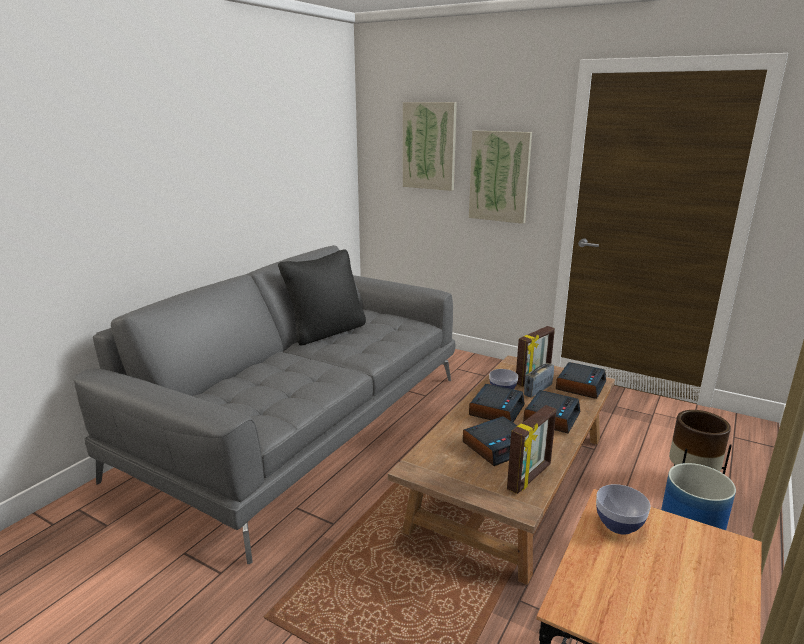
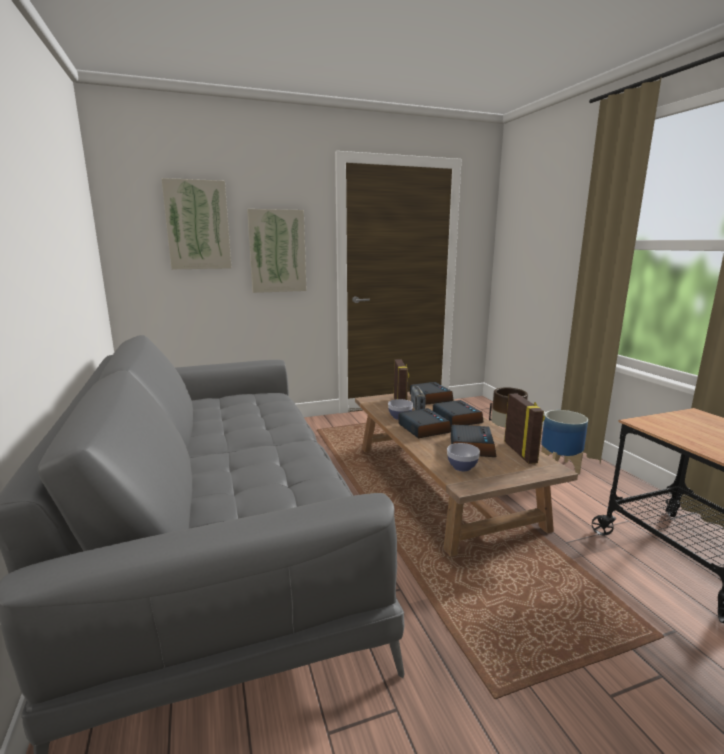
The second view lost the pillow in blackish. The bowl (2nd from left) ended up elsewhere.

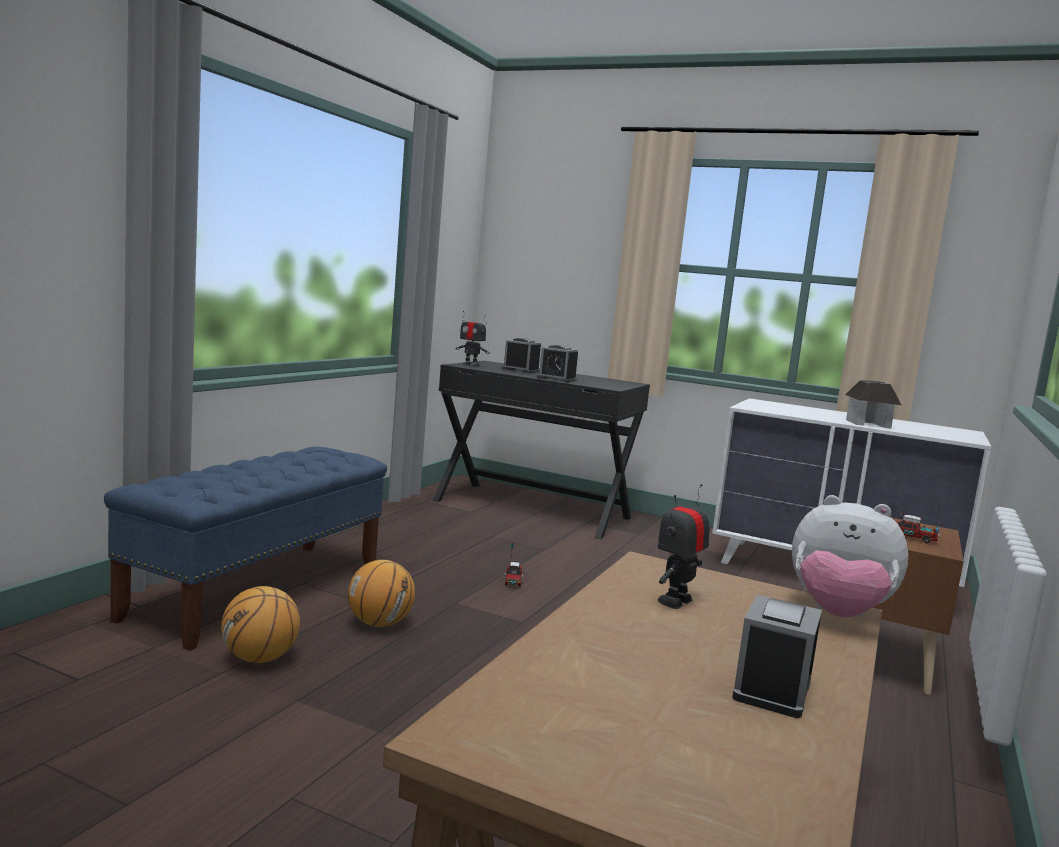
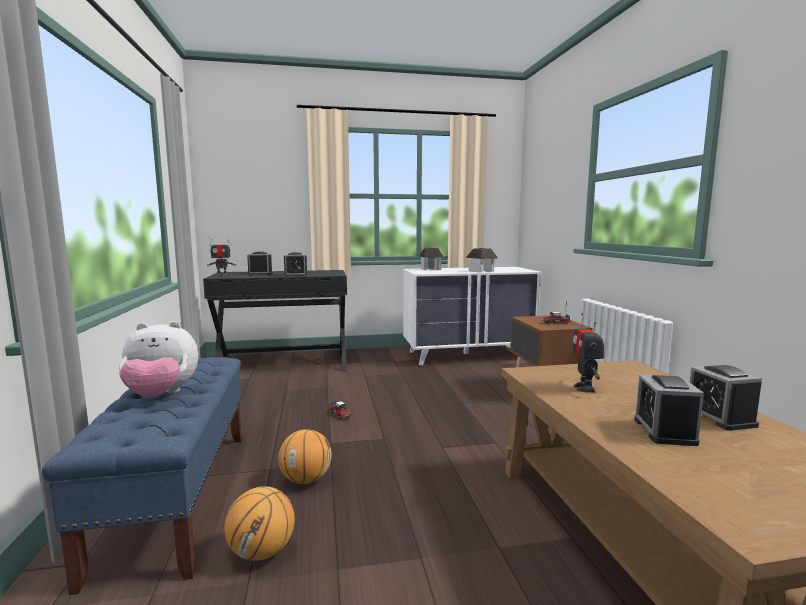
The plush toy ended up elsewhere. The second view gained the model house (1st from left). The second view gained the alarm clock (3rd from left).

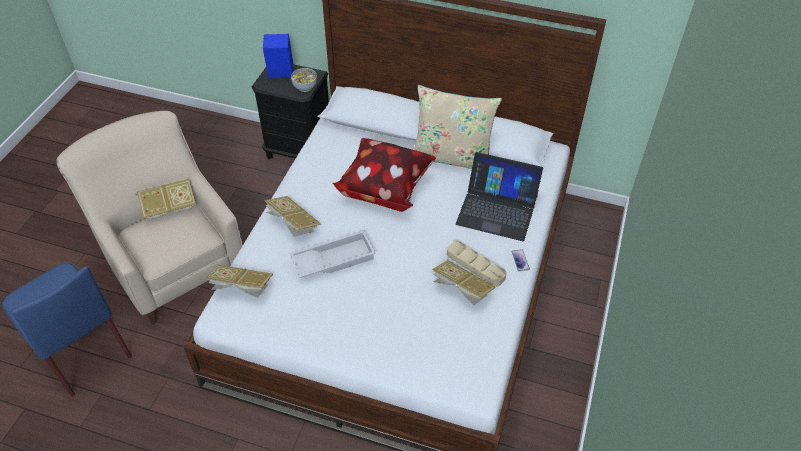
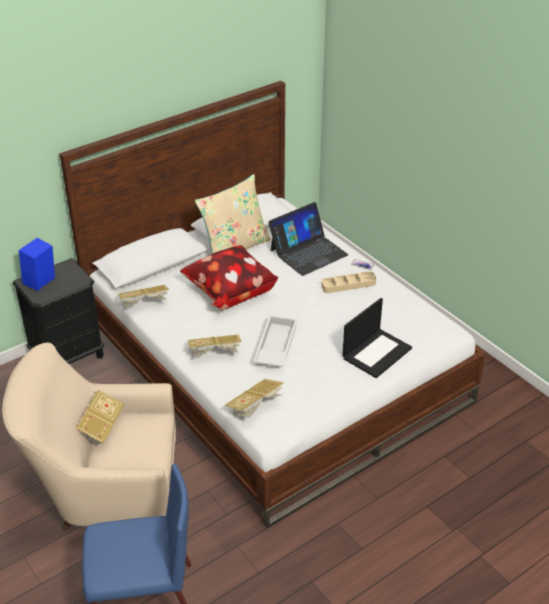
The second view lost the bowl. The bound book (4th from left in the first image) ended up elsewhere. The second view gained the portable computer (2nd from left).

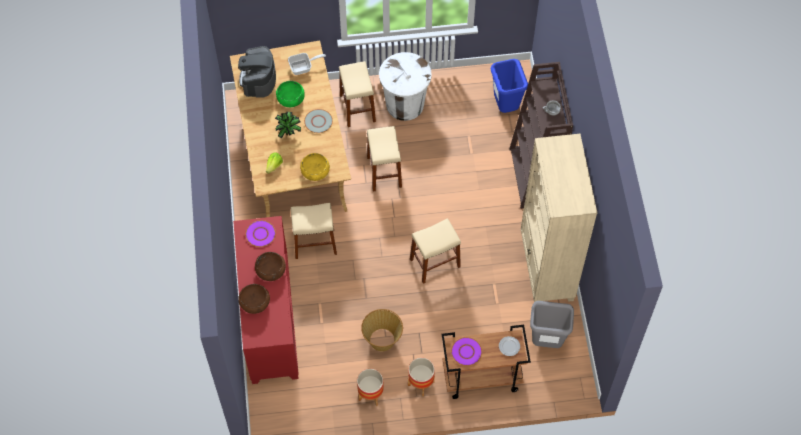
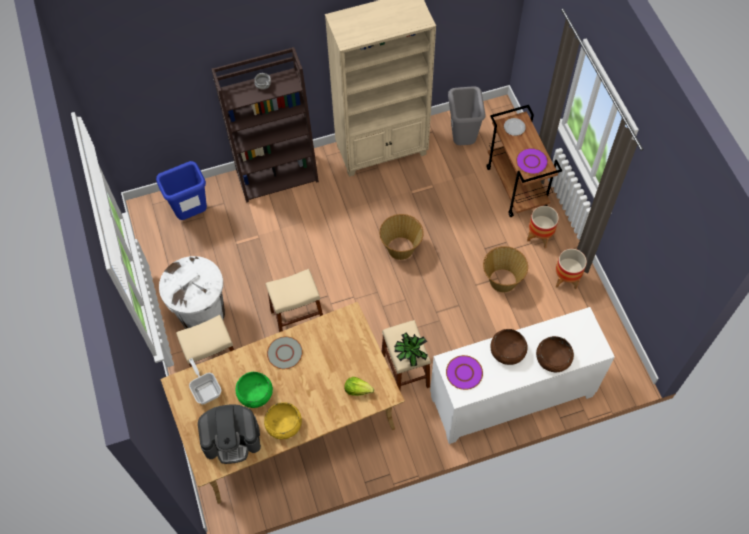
What was the cabinet in red turned into the cabinet in whitish. The plant in a pot ended up elsewhere. The bowl in yellow-coloured ended up elsewhere. Where the stool in sand-coloured (4th from left) stood, the household basket (1st from left) came to stand.

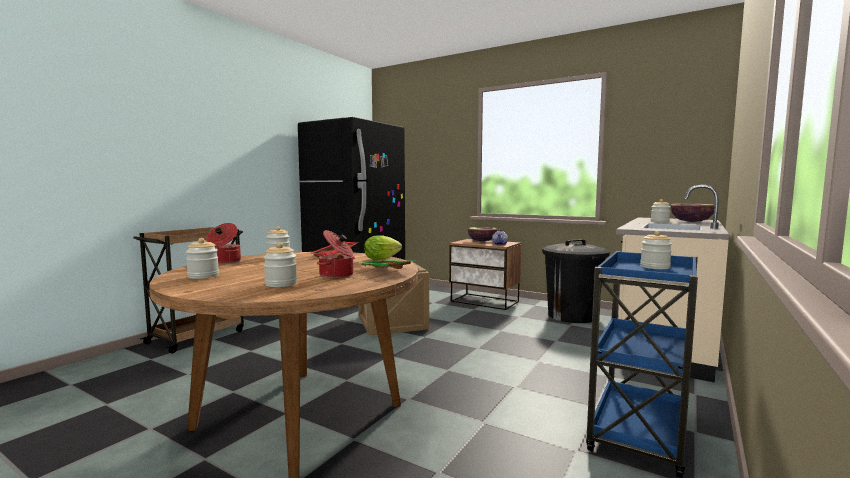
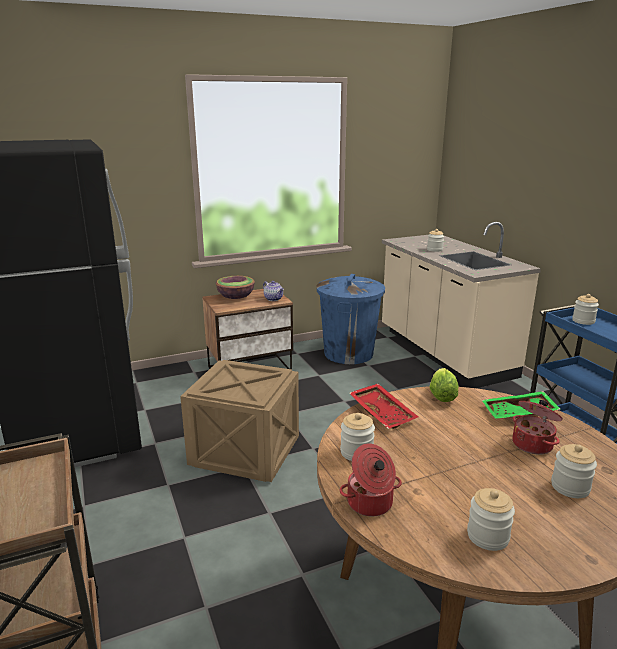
What was the trash can in blackish turned into the trash can in blue. The second view lost the bowl (2nd from left).

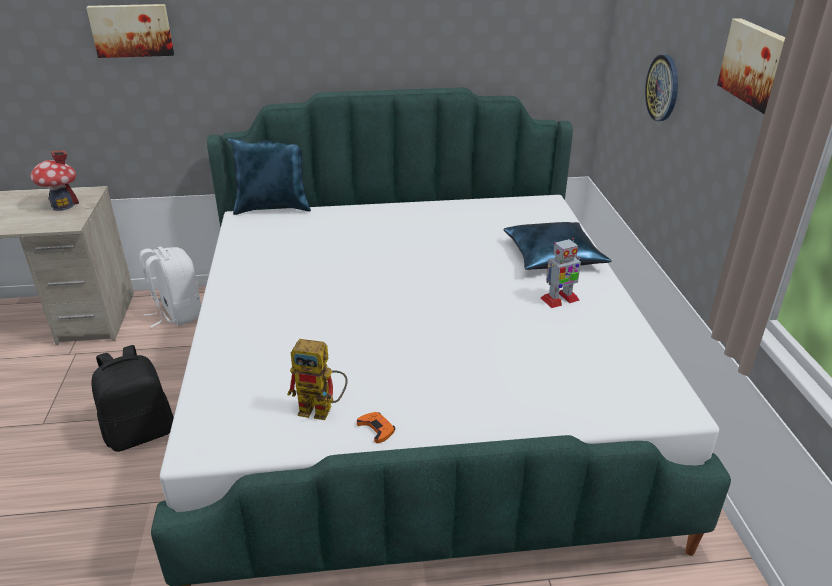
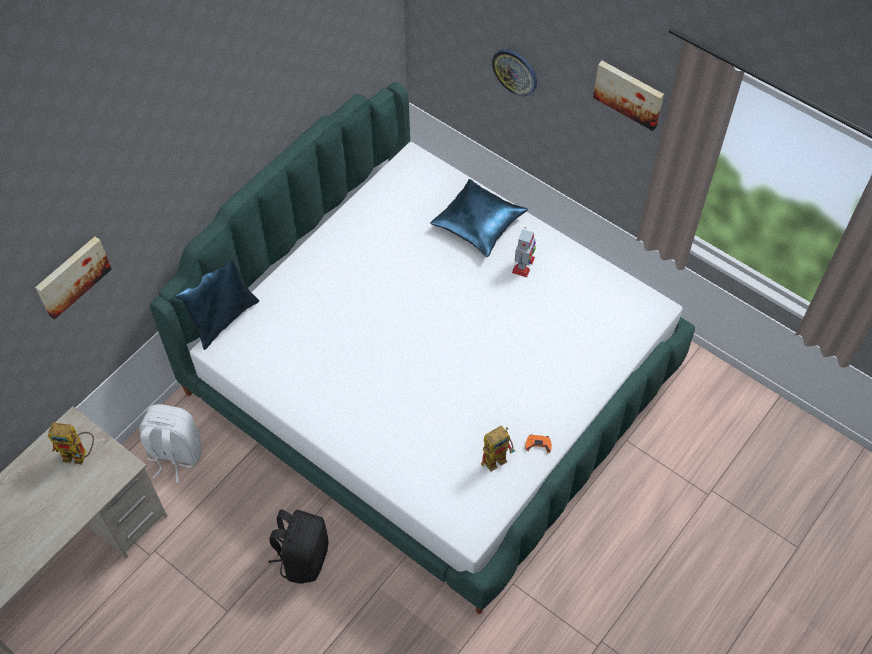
Where the model house stood, the model robot (1st from left) came to stand.

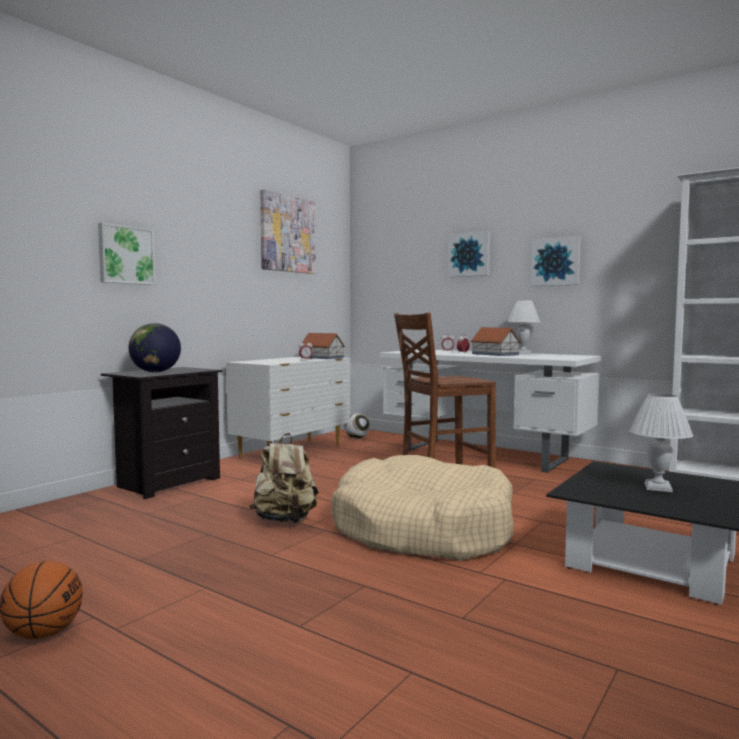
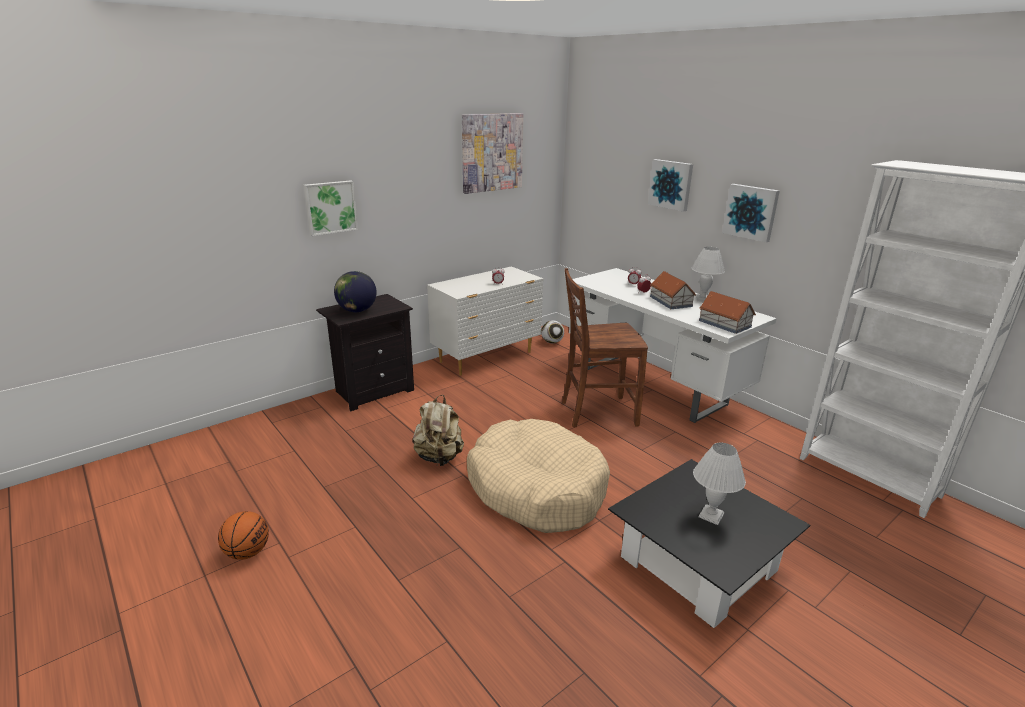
The model house (1st from left in the first image) ended up elsewhere.

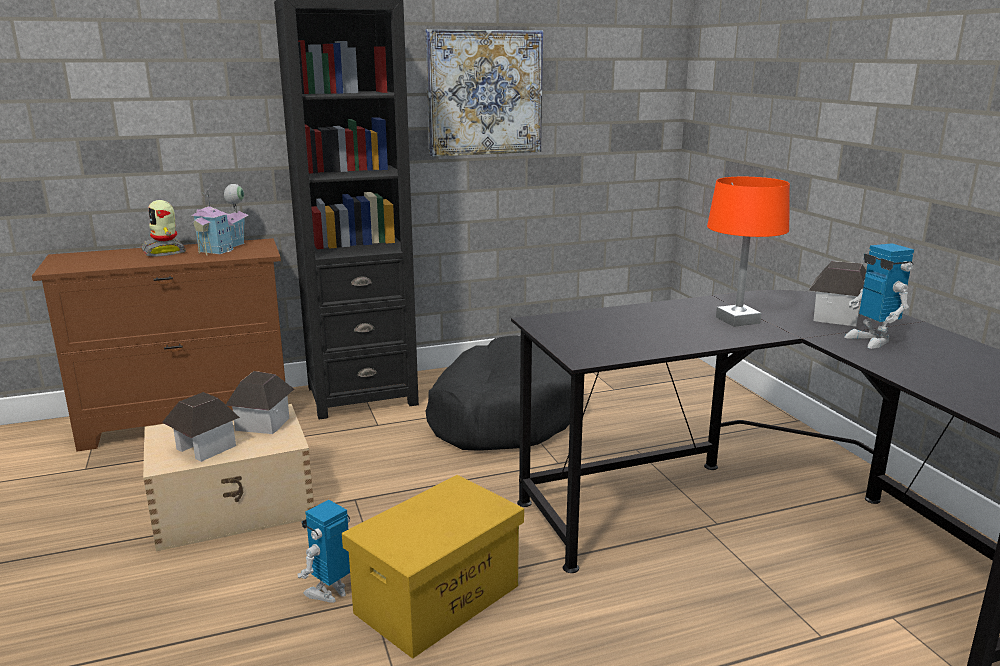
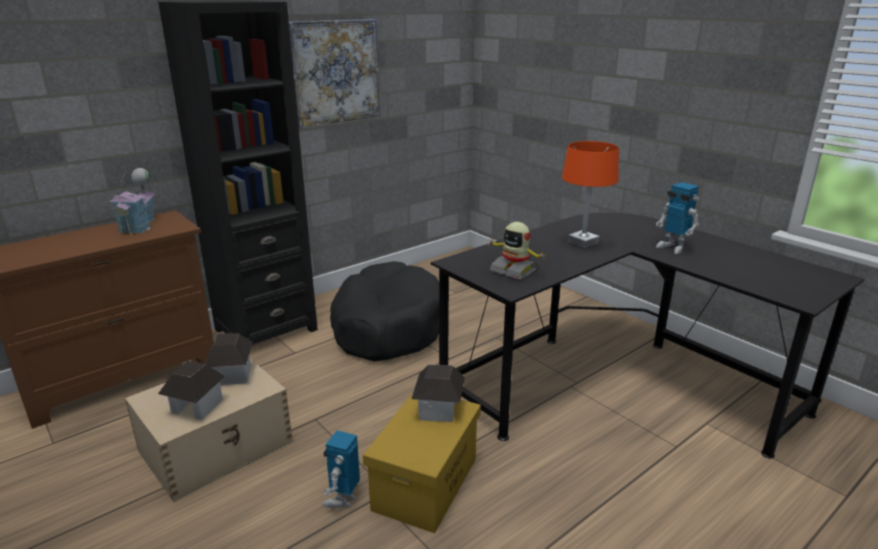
The model robot (1st from left in the first image) ended up elsewhere. The model house (4th from left) ended up elsewhere.

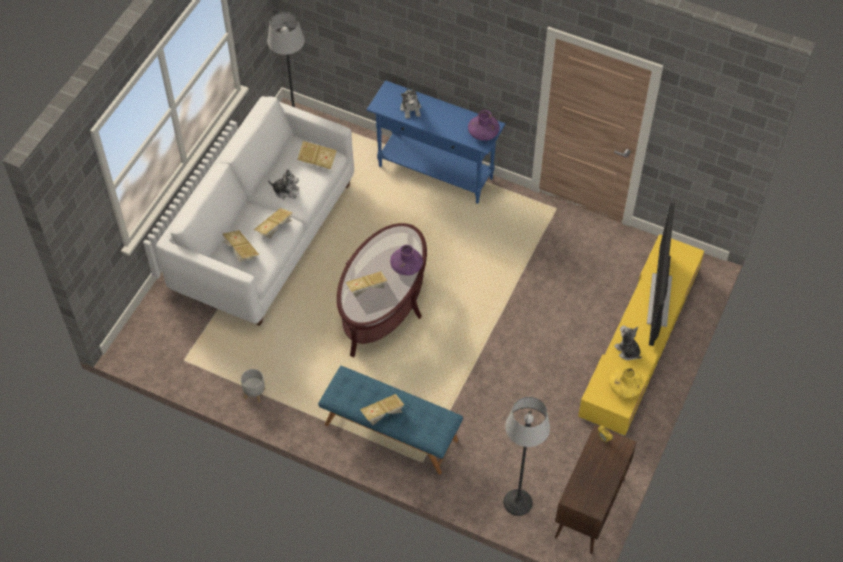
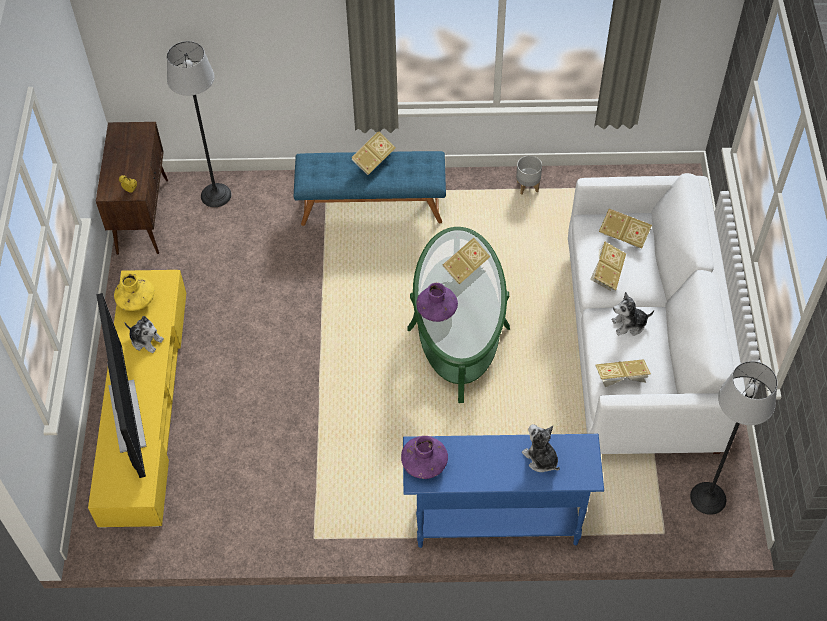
What was the lounge table in brown turned into the lounge table in green.

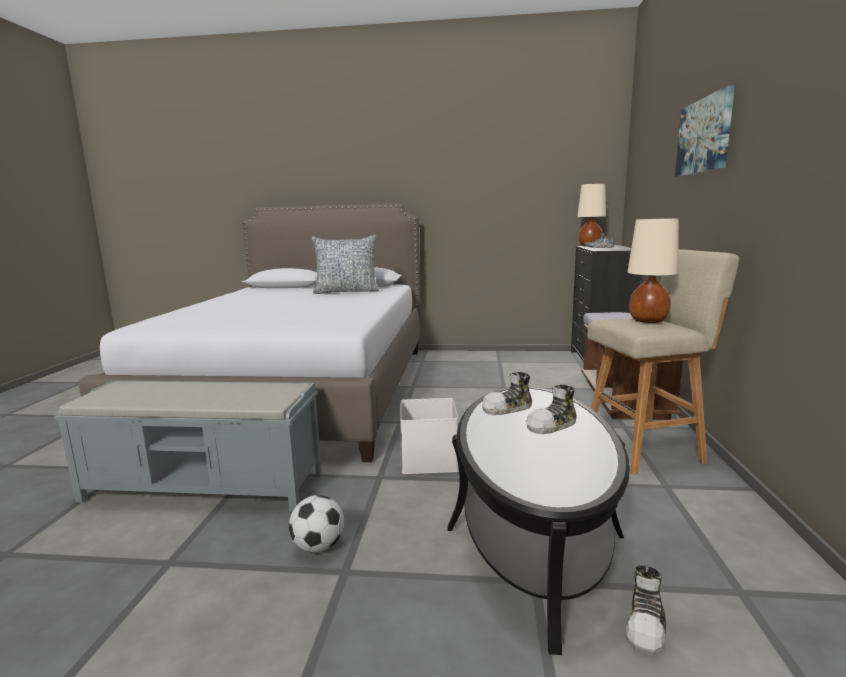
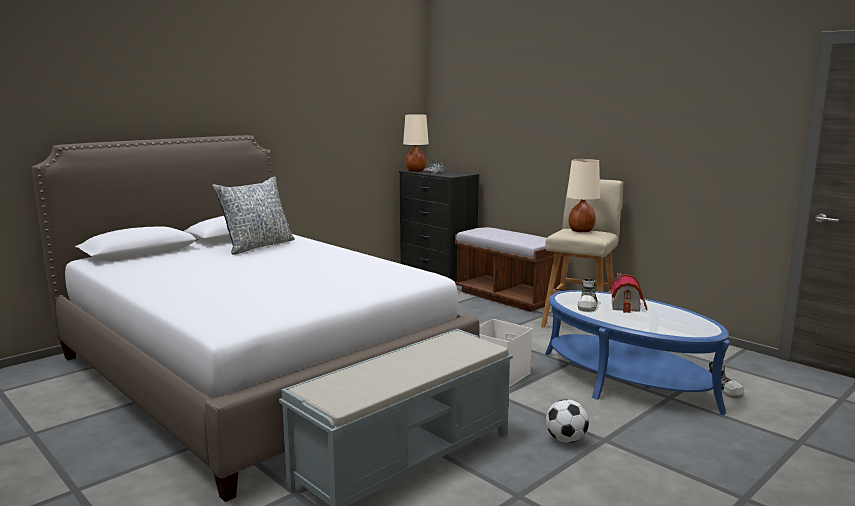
What was the lounge table in blackish turned into the lounge table in blue. Where the item of footwear (2nd from left) stood, the model house came to stand. The second view lost the wall art.

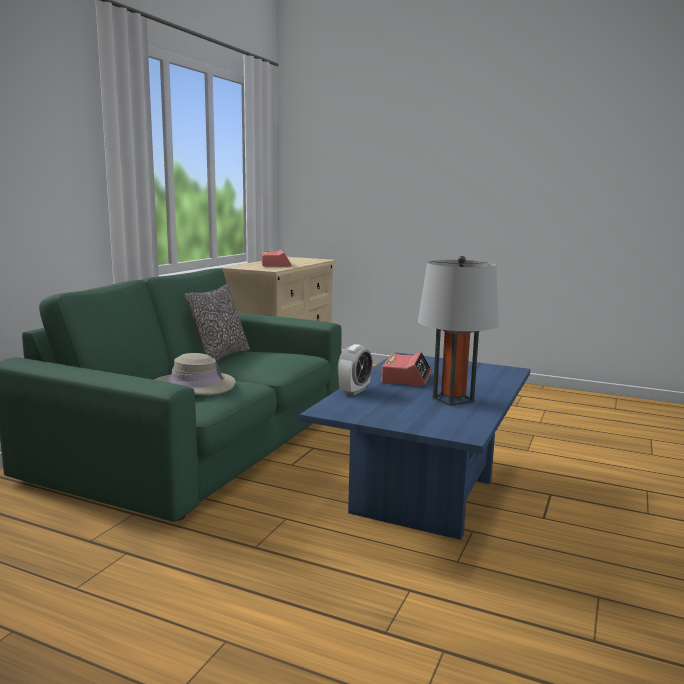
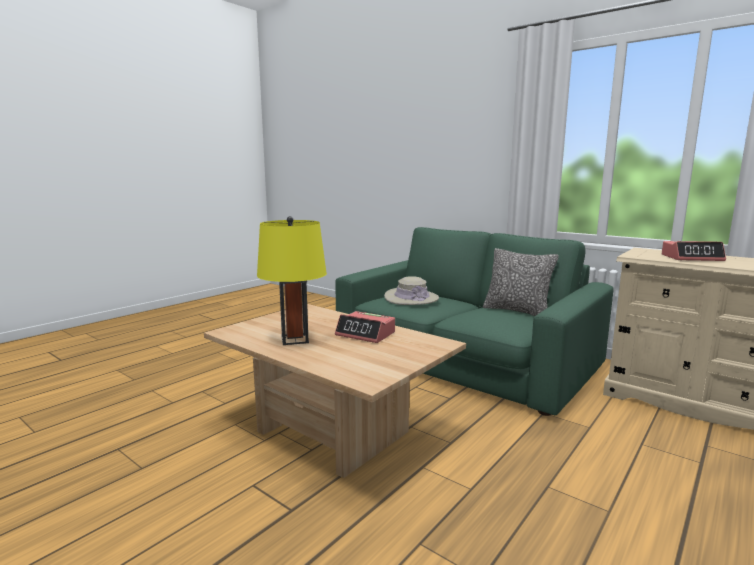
What was the lounge table in blue turned into the lounge table in sand-coloured. The second view lost the alarm clock (2nd from left). What was the lamp for a table in grey turned into the lamp for a table in yellow-coloured.

